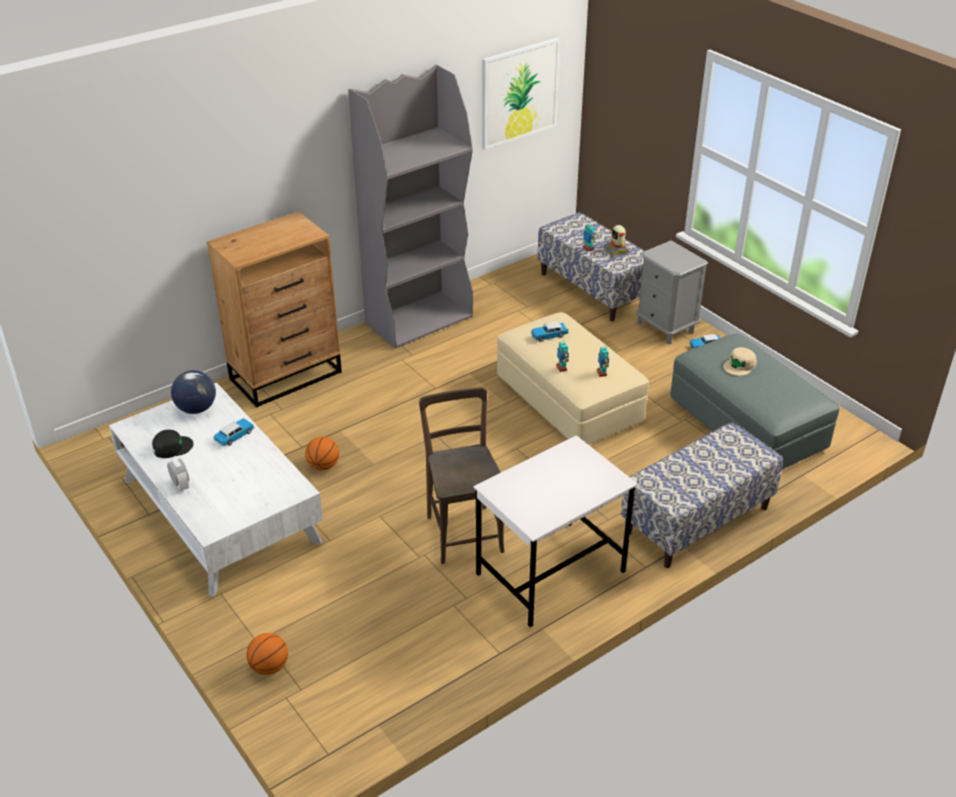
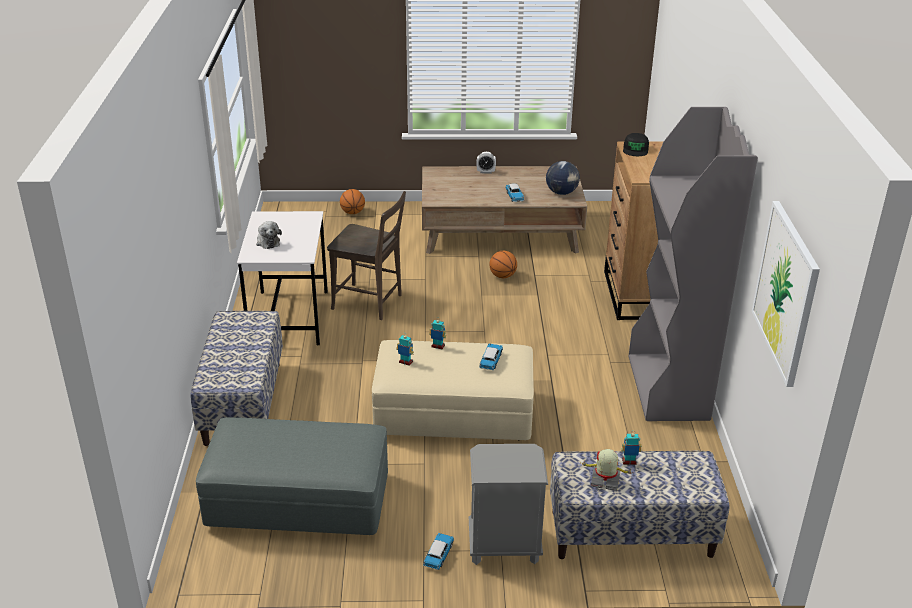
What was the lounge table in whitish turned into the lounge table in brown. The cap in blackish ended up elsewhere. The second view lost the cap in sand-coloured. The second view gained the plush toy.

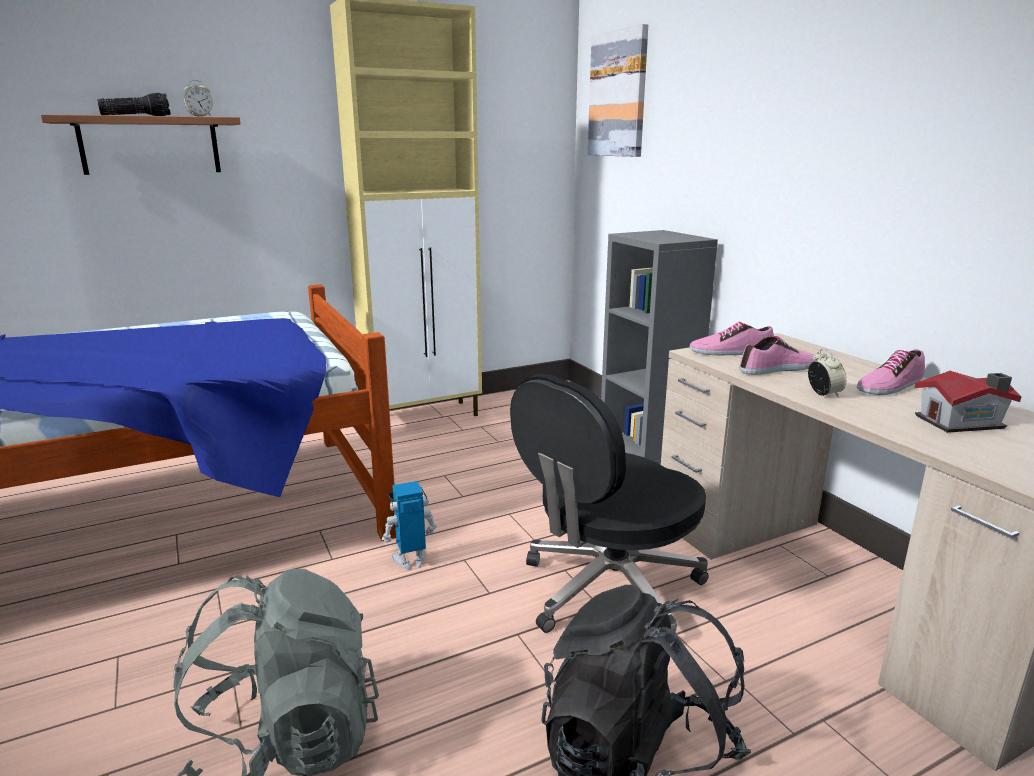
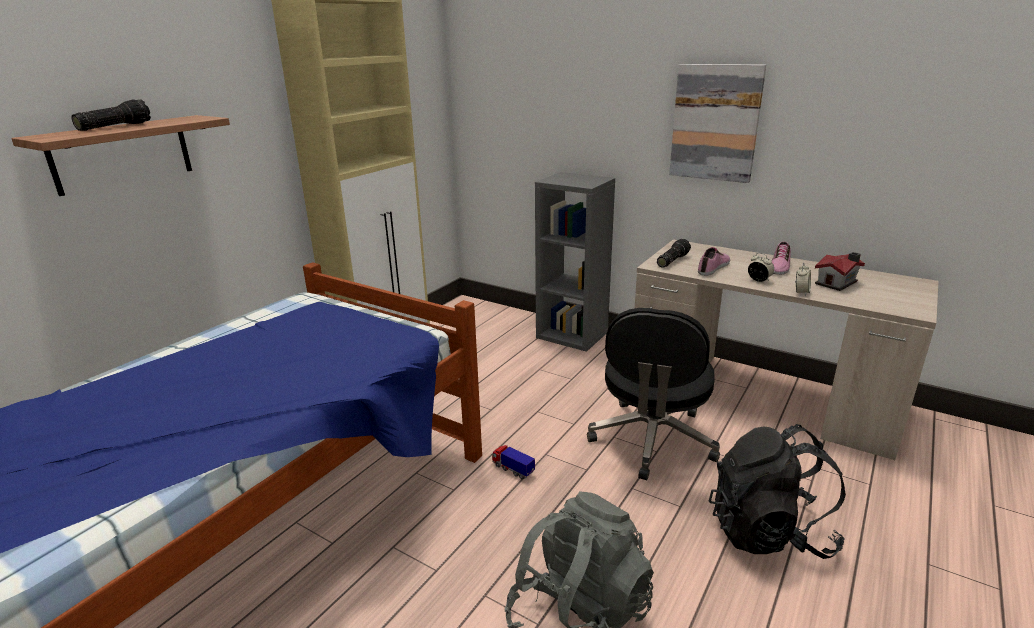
The alarm clock (1st from left in the first image) ended up elsewhere. Where the model robot stood, the toy truck came to stand. The wall art ended up elsewhere. Where the item of footwear (1st from left) stood, the torch (2nd from left) came to stand.

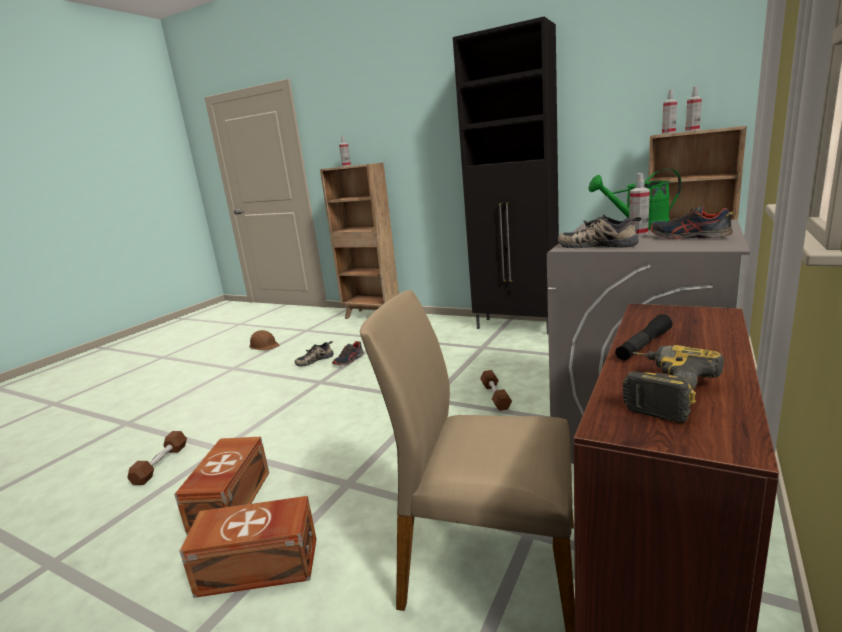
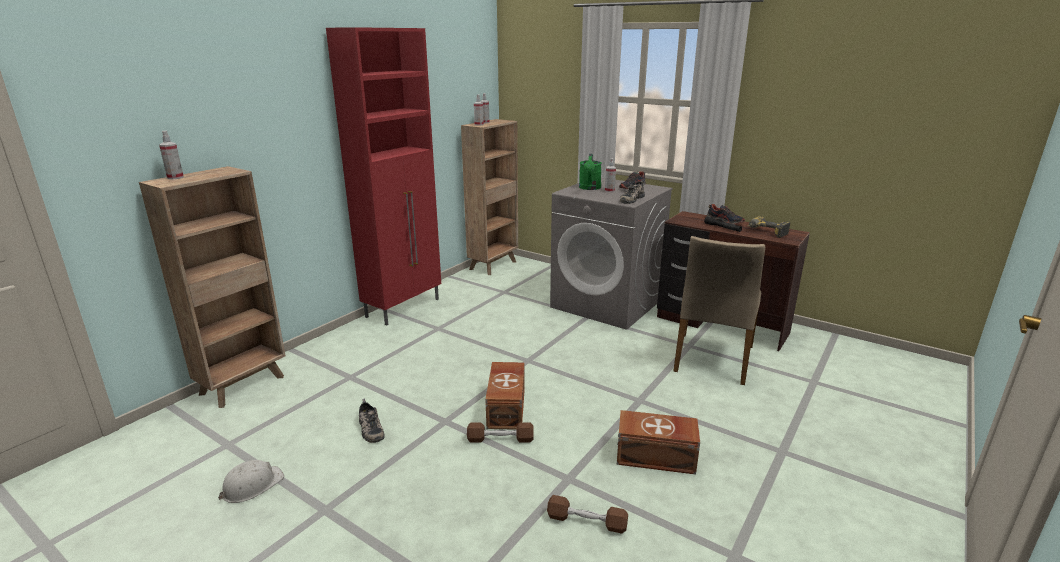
The storage box in brown (2nd from left in the first image) ended up elsewhere. What was the safety helmet in brown turned into the safety helmet in whitish. The item of footwear (2nd from left in the first image) ended up elsewhere. What was the cabinet in blackish turned into the cabinet in red. The dumbbell in brown (2nd from left in the first image) ended up elsewhere.

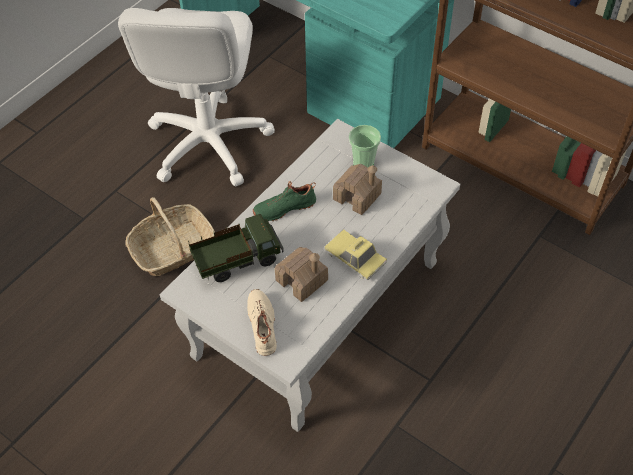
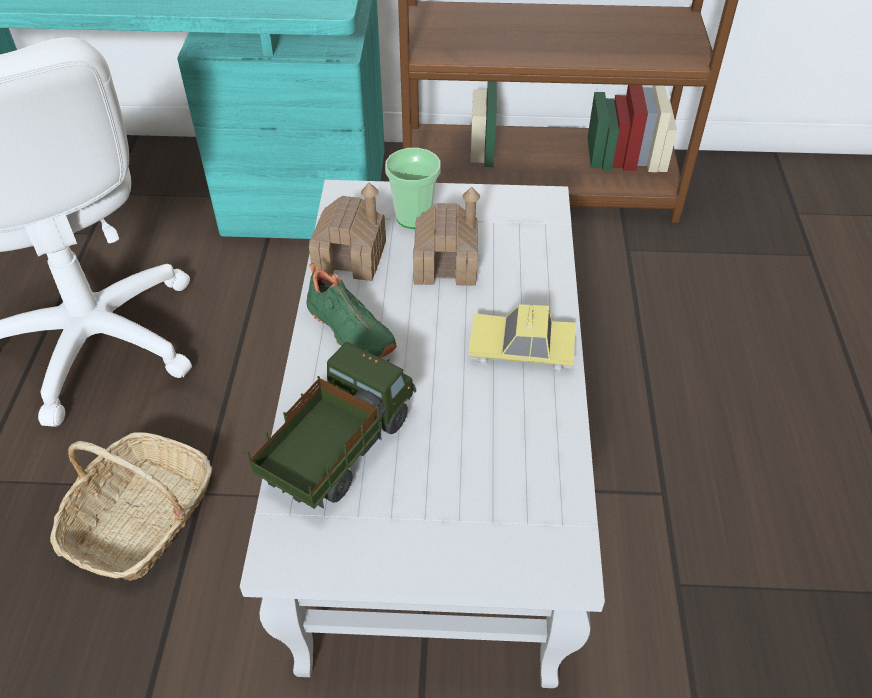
The second view lost the item of footwear in sand-coloured. The item of footwear in green ended up facing another way, 75 degrees counterclockwise from before. The model house (1st from left) ended up elsewhere.

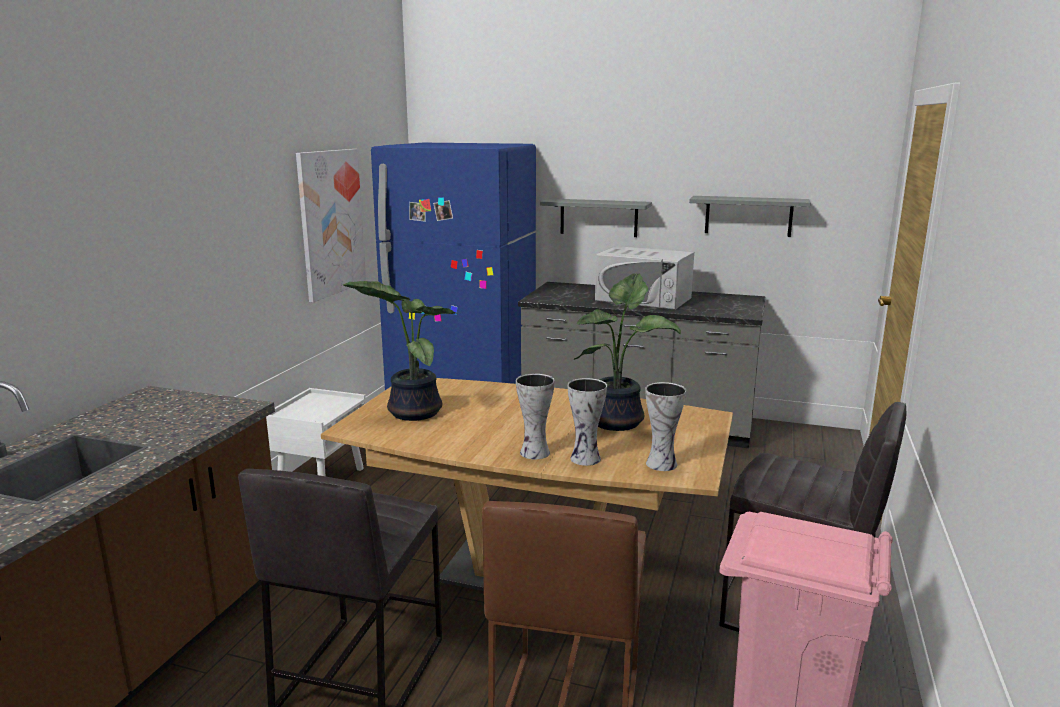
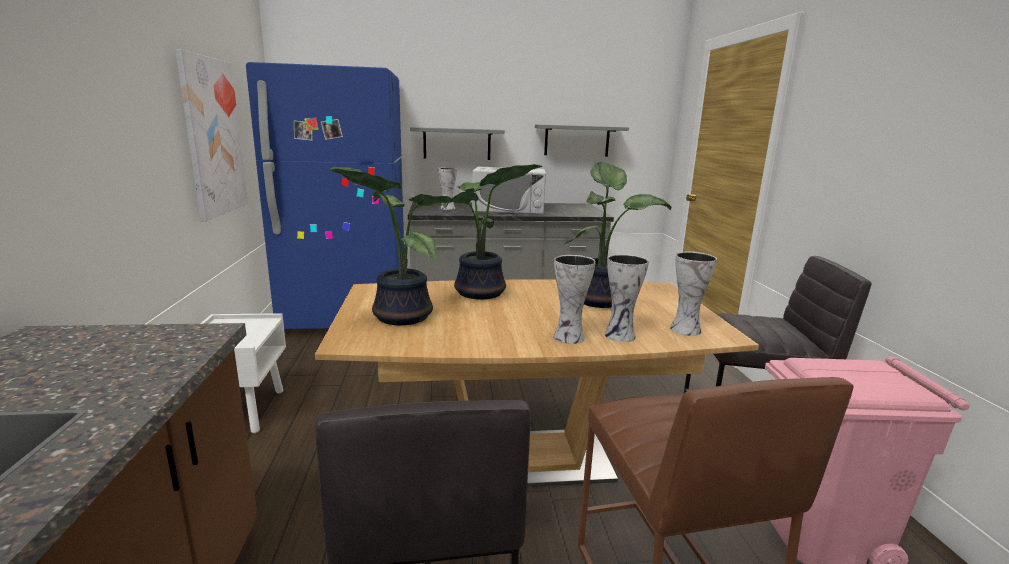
The second view gained the vase (1st from left). The second view gained the plant in a pot (2nd from left).

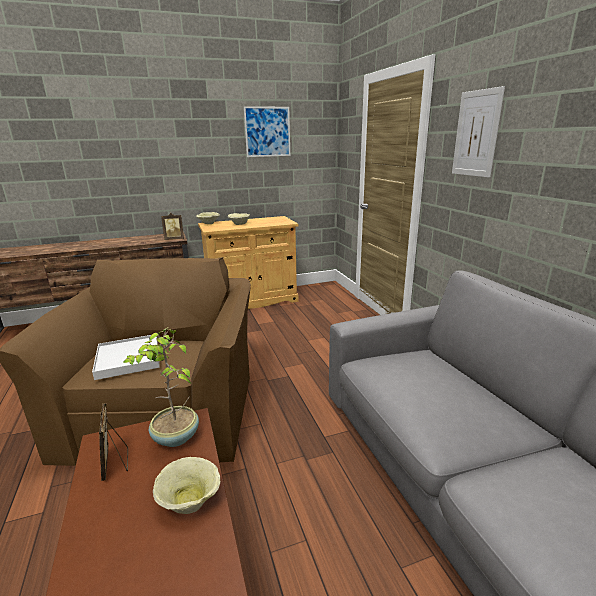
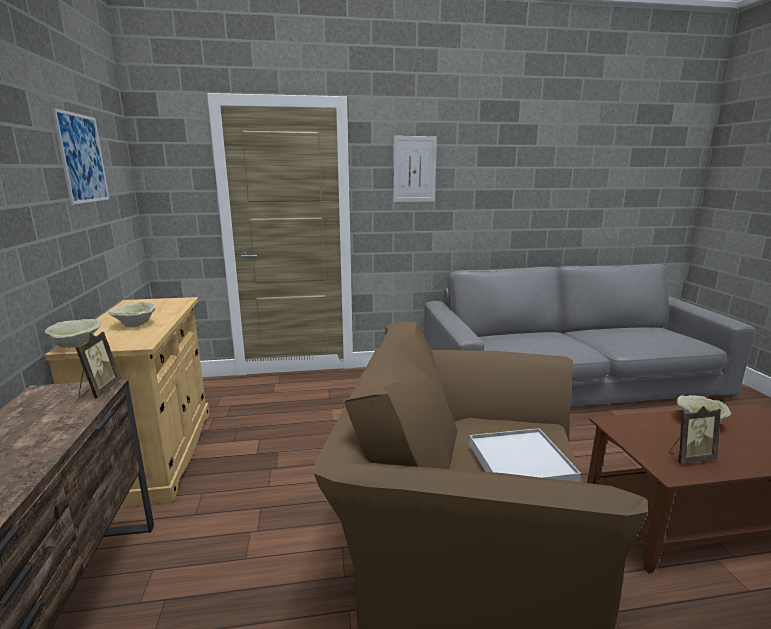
The second view lost the plant in a pot.

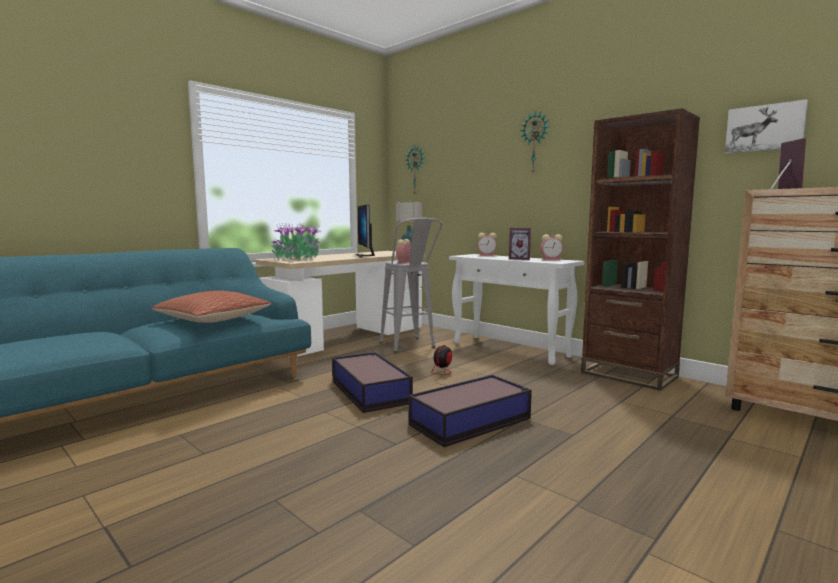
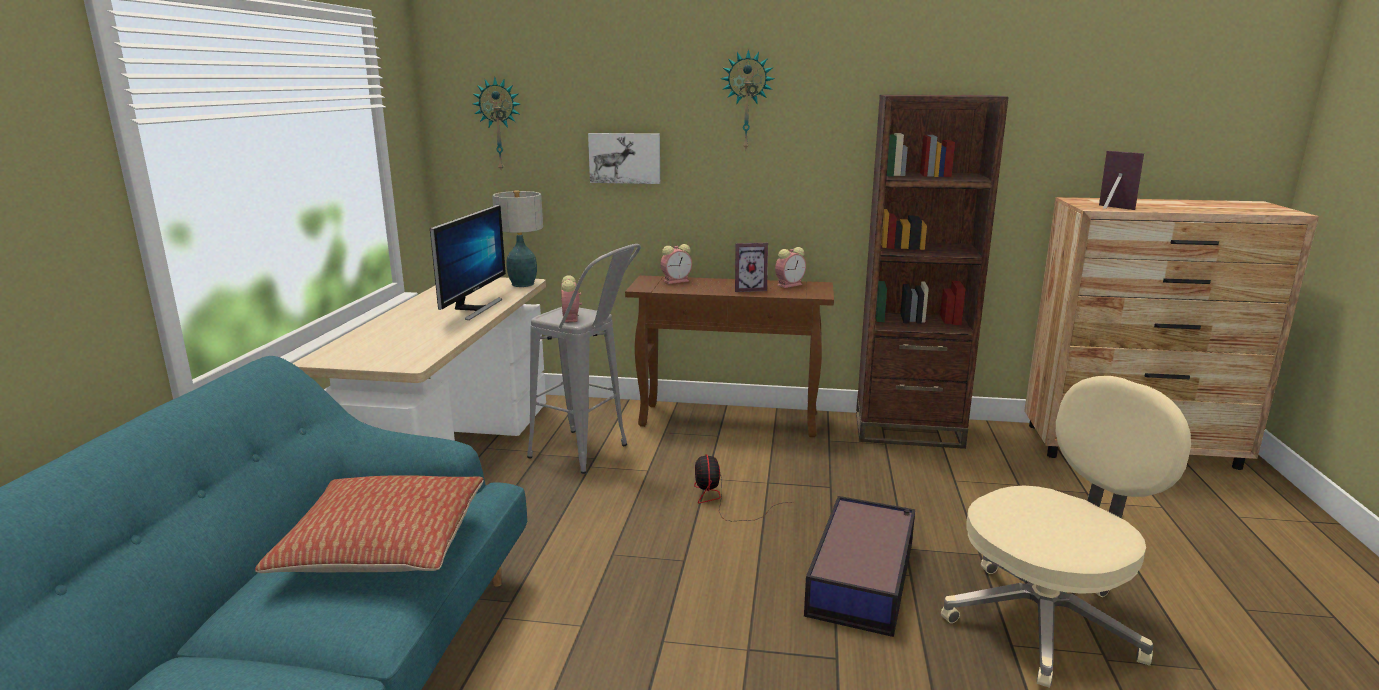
The second view lost the plant in a pot. The second view lost the storage box (1st from left). The computer display ended up facing another way, 120 degrees counterclockwise from before. What was the hall table in whitish turned into the hall table in brown. The wall art ended up elsewhere. The second view gained the computer chair in sand-coloured.

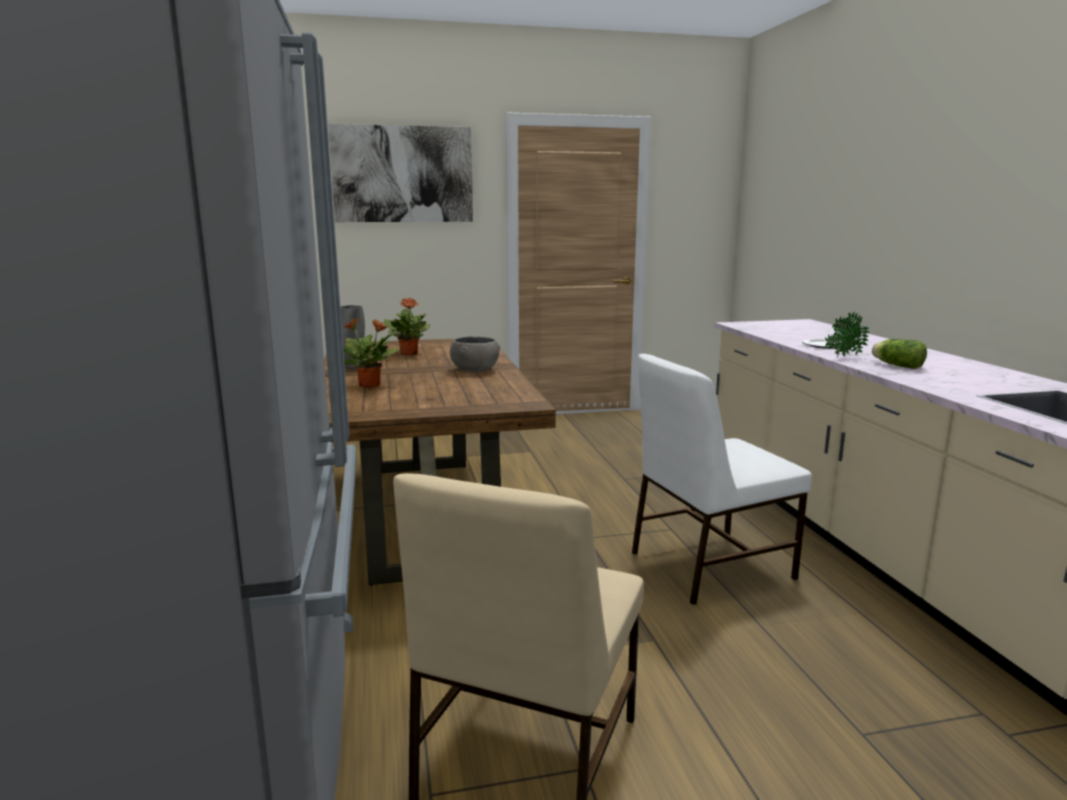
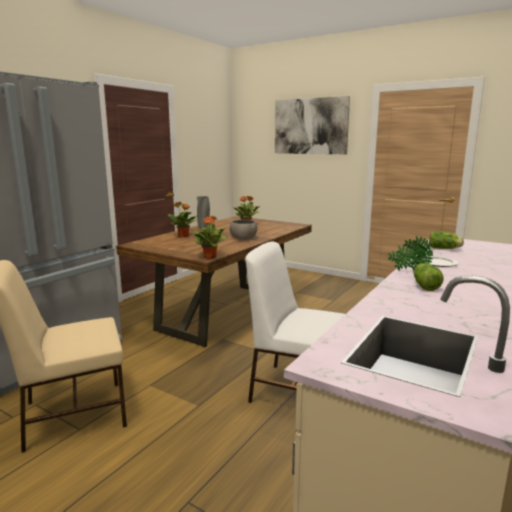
The second view gained the plant in a pot (2nd from left). The second view gained the head of lettuce (2nd from left).

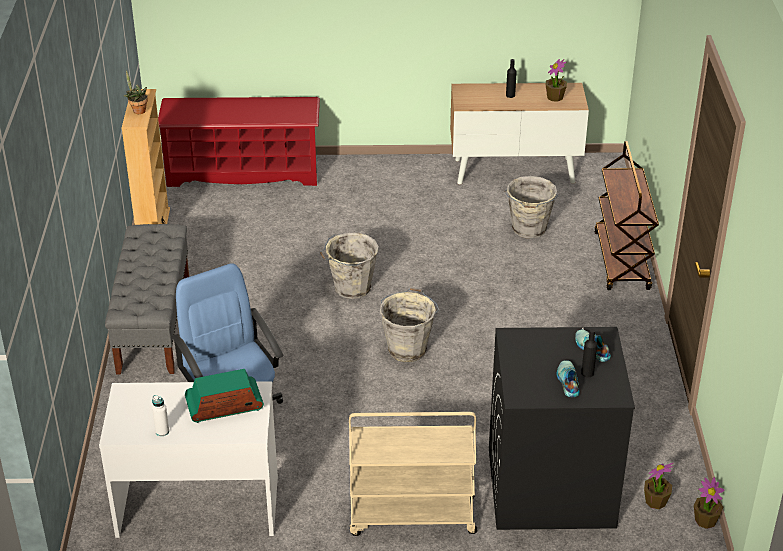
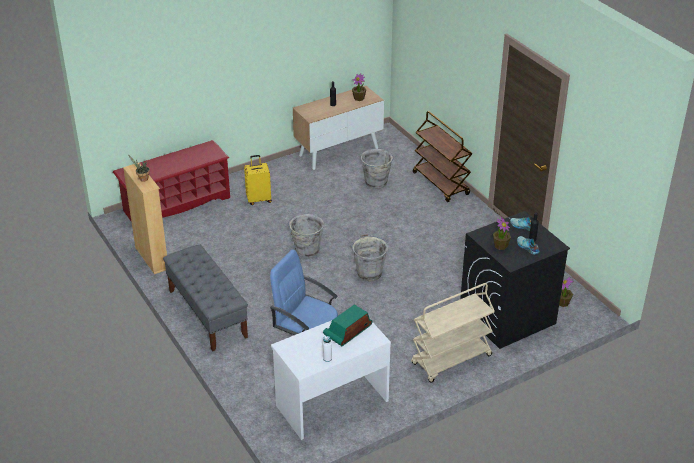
The plant in a pot (4th from left in the first image) ended up elsewhere. The second view gained the piece of luggage in yellow-coloured.

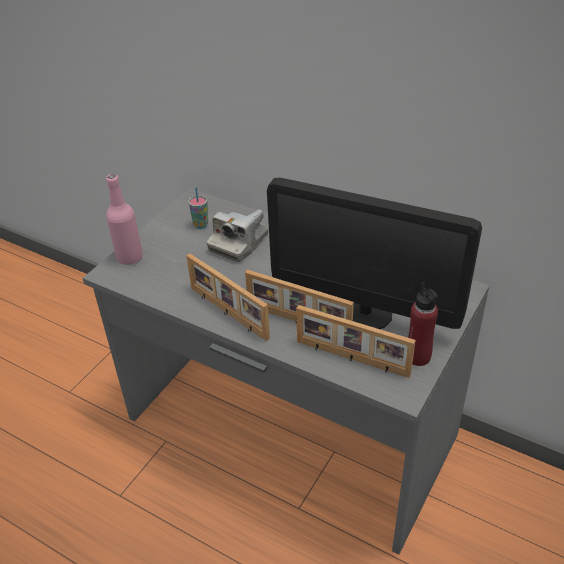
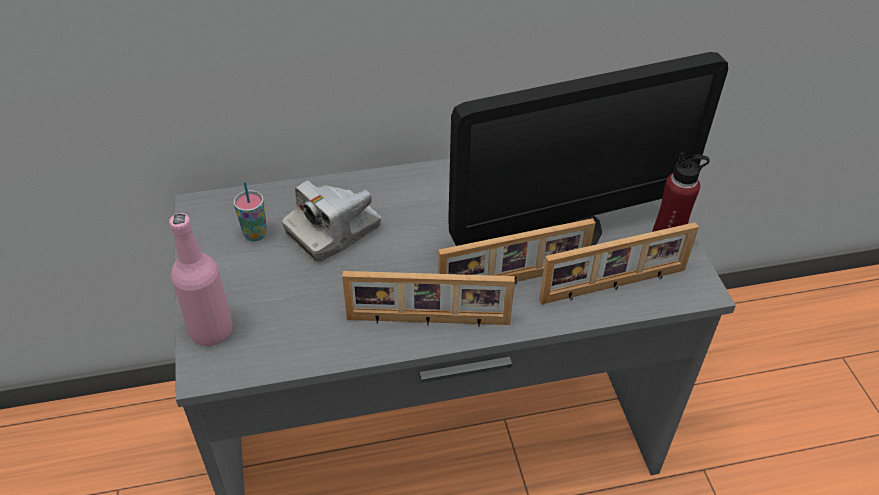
The still camera ended up facing another way, 60 degrees clockwise from before.

